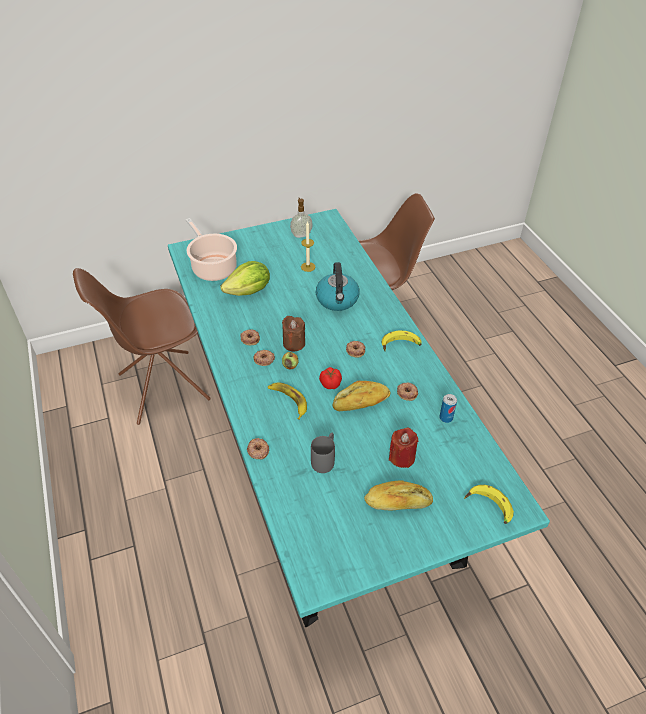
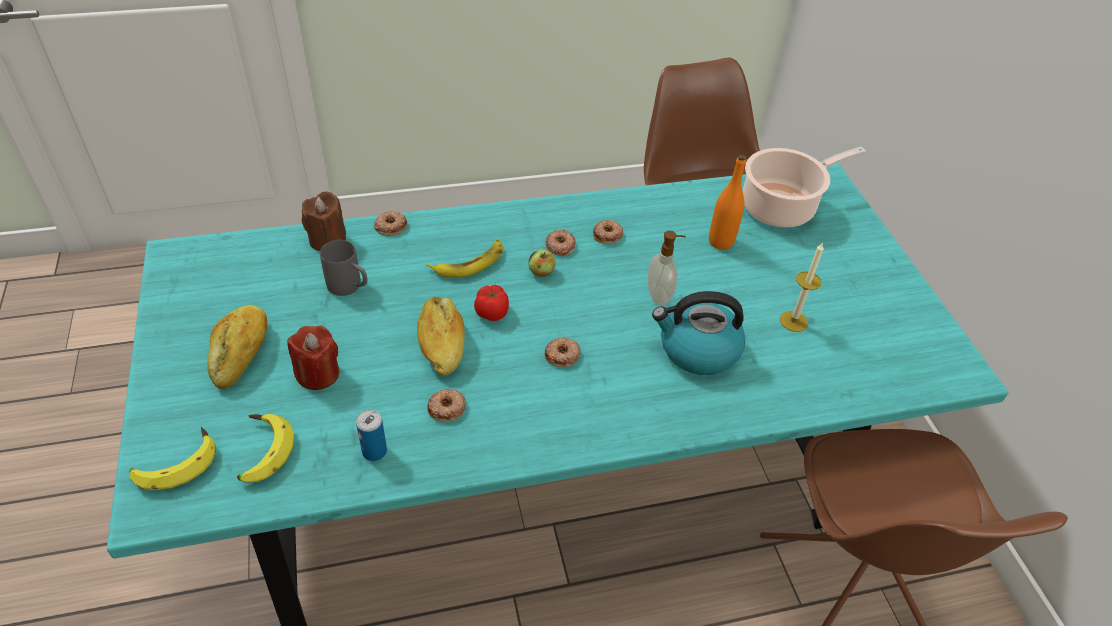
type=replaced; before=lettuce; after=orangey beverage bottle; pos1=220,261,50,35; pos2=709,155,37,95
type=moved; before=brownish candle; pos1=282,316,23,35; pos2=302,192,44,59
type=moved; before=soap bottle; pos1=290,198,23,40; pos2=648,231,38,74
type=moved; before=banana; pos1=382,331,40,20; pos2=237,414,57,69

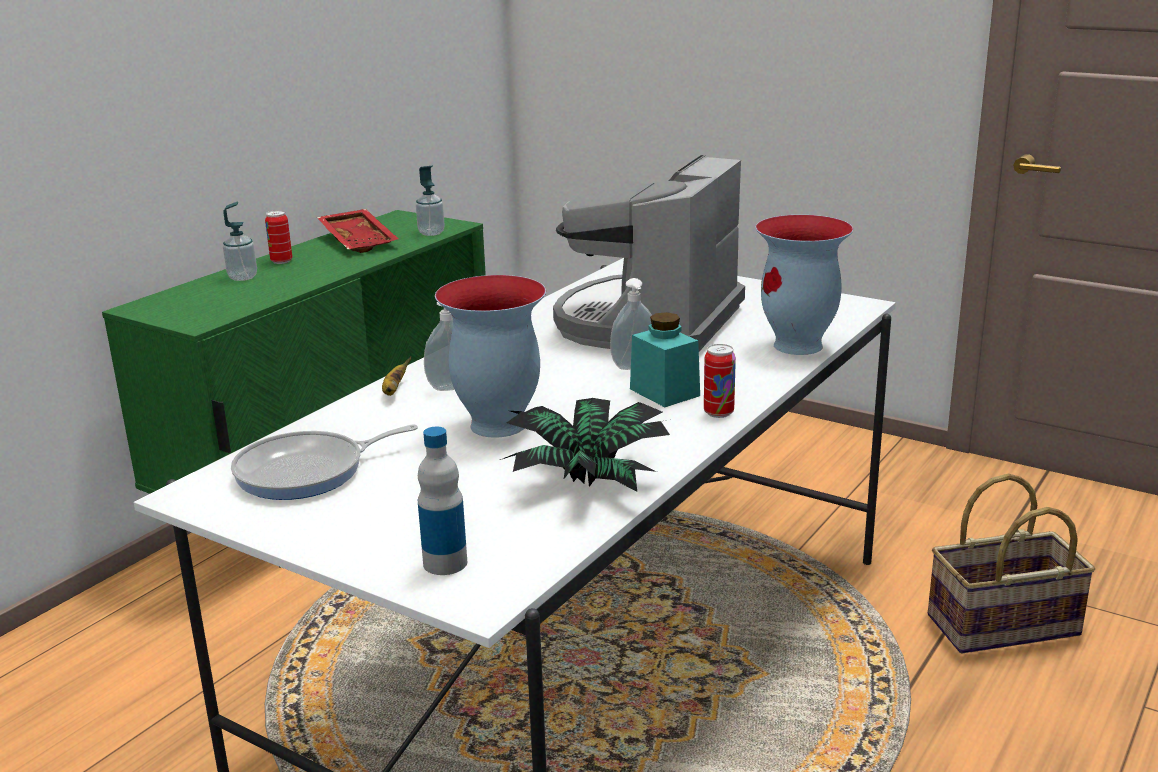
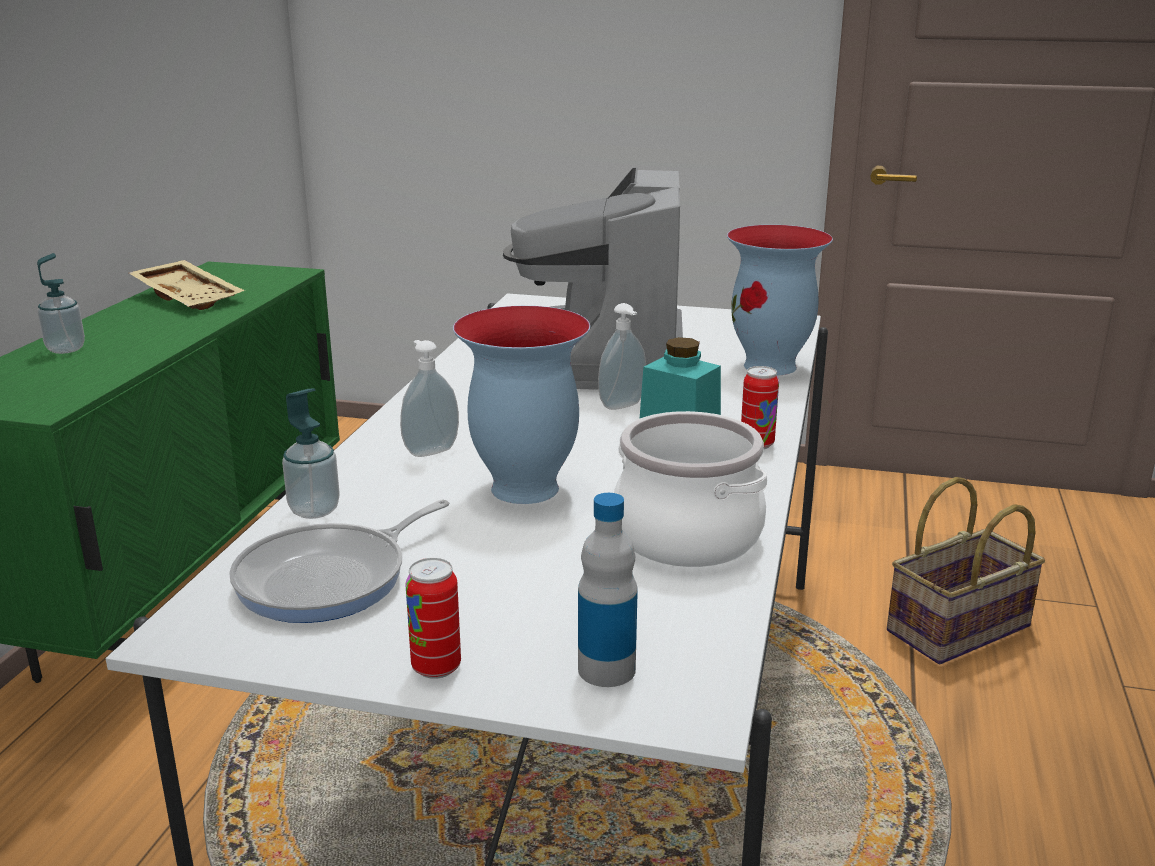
type=moved; before=sealed can; pos1=265,210,27,54; pos2=406,558,55,121
type=recoloured; before=red-coloured tray; after=sand-coloured tray; pos1=317,209,82,44; pos2=129,260,116,50
type=removed; before=banana; pos1=382,356,30,40
type=moved; before=soap bottle; pos1=416,166,29,70; pos2=282,389,58,130
type=replaced; before=potted plant; after=cooking pot; pos1=500,398,170,93; pos2=614,411,153,156

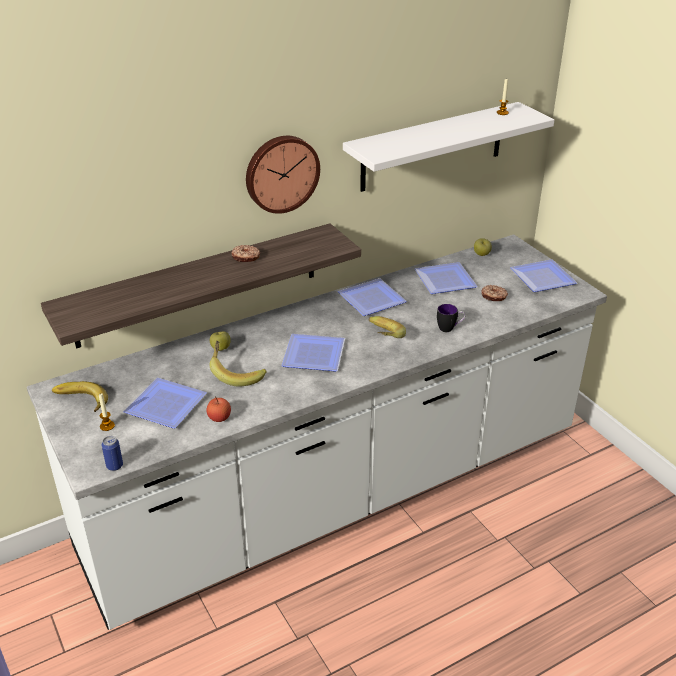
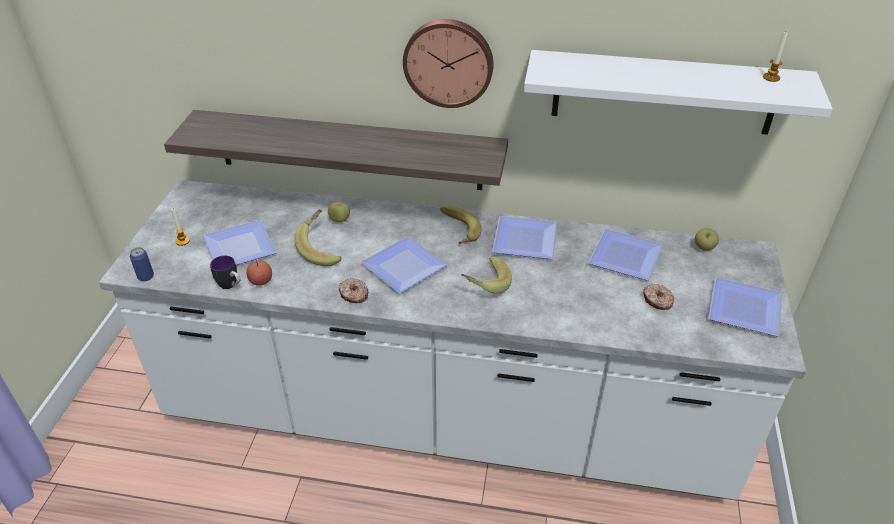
type=moved; before=banana; pos1=52,381,56,31; pos2=440,206,41,38
type=moved; before=donut; pos1=231,245,29,17; pos2=338,278,30,26
type=moved; before=coffee mug; pos1=437,304,28,28; pos2=210,256,30,33

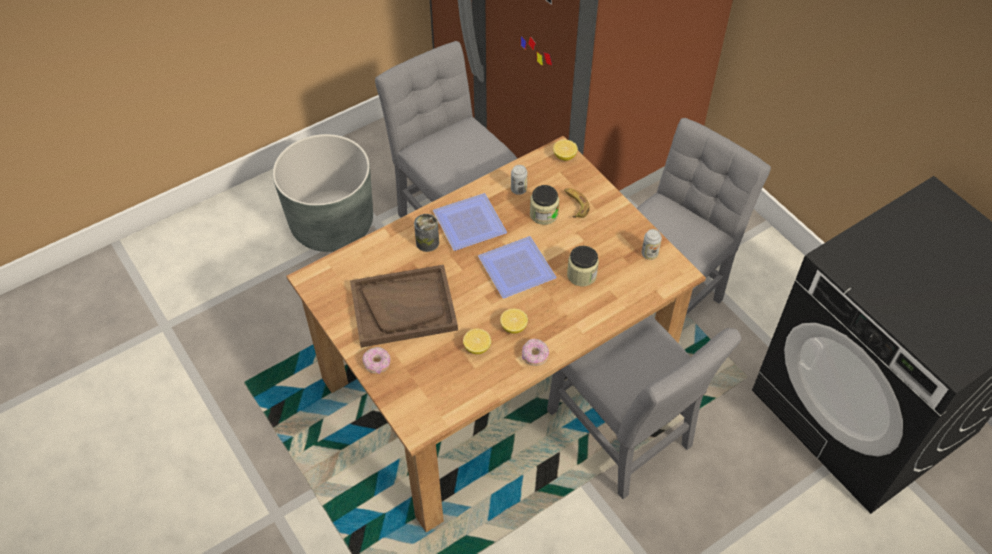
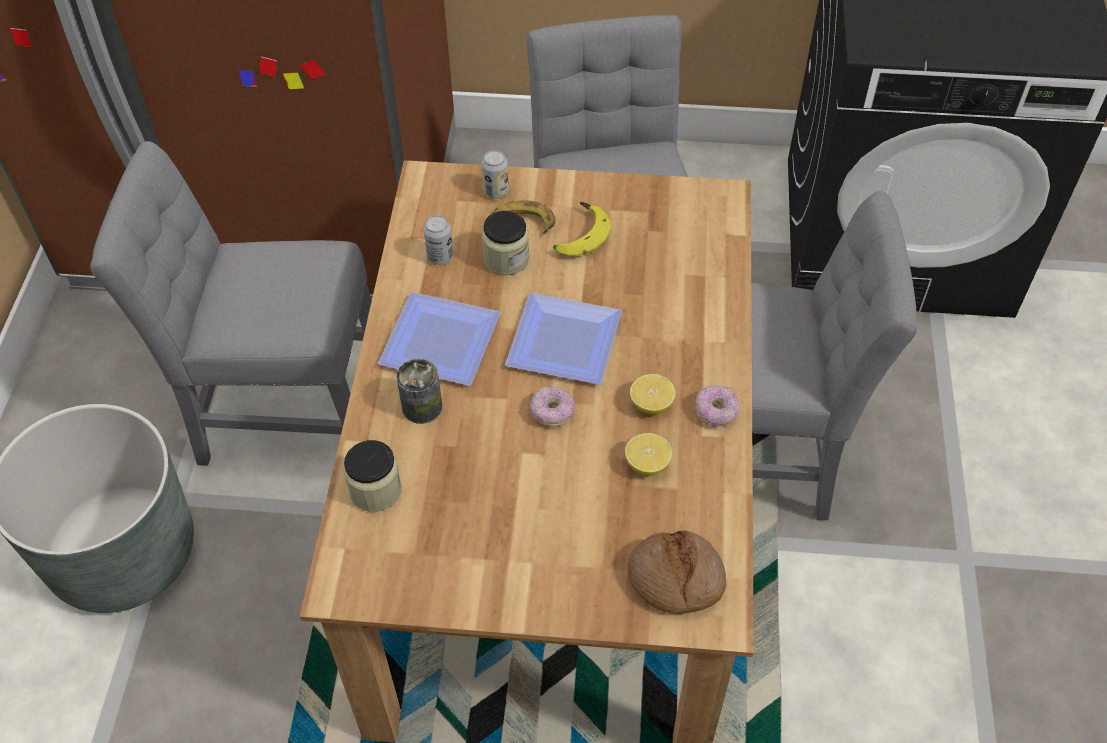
type=removed; before=brownish tray; pos1=350,265,108,83
type=moved; before=donut; pos1=362,347,29,27; pos2=530,386,45,41
type=removed; before=lemon; pos1=553,140,25,21
type=moved; before=preserve jar; pos1=567,246,32,40; pos2=343,440,59,72
type=moved; before=sealed can; pos1=642,229,20,31; pos2=482,150,27,49
type=added; after=banana; pos2=553,202,58,54
type=added; after=baked bread; pos2=628,530,98,84

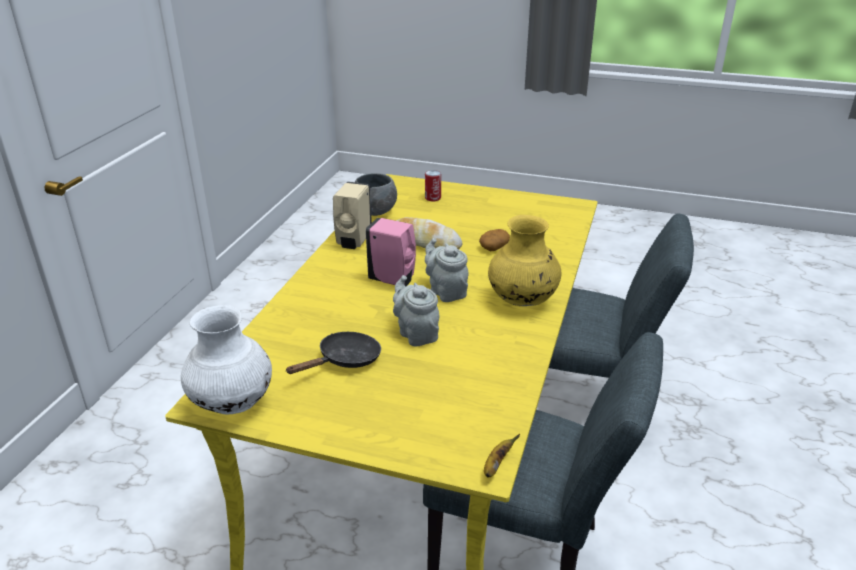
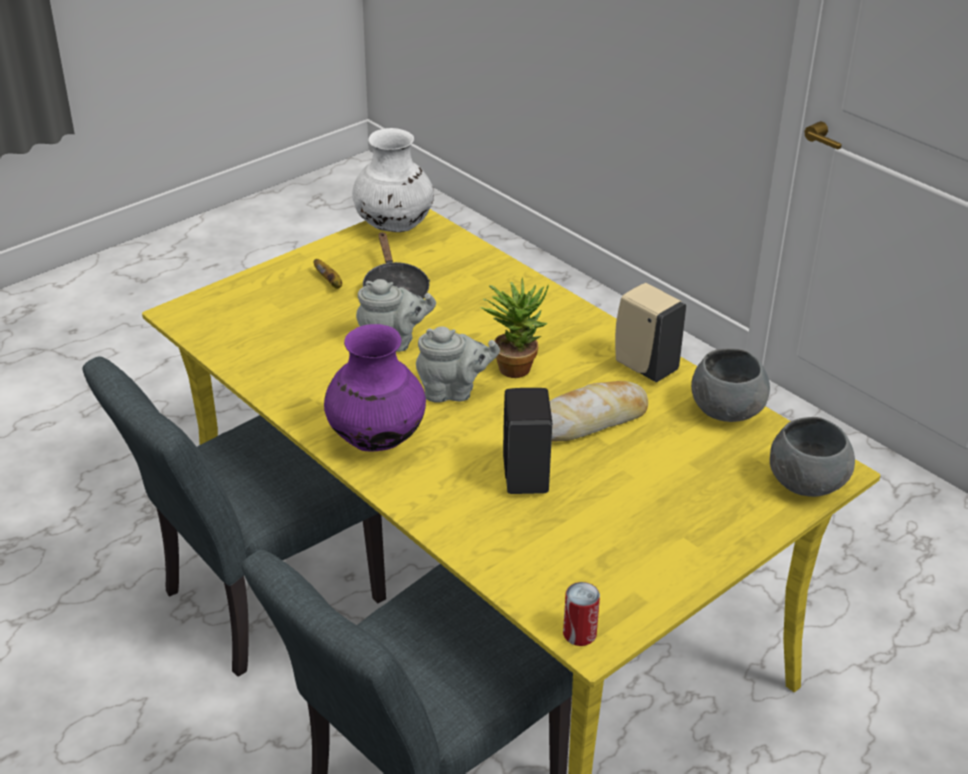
type=replaced; before=pinkish soap bottle; after=potted plant; pos1=366,218,50,69; pos2=480,278,69,100
type=moved; before=sealed can; pos1=425,170,16,31; pos2=563,582,37,64
type=replaced; before=whole potato; after=blackish soap bottle; pos1=479,229,31,22; pos2=503,388,49,106
type=moved; before=banana; pos1=484,434,36,44; pos2=314,259,28,30
type=recoloured; before=yellowish decorative vase; after=purple-coloured decorative vase; pos1=488,215,73,91; pos2=324,324,102,127
type=added; after=grey deep dish; pos2=770,417,85,80

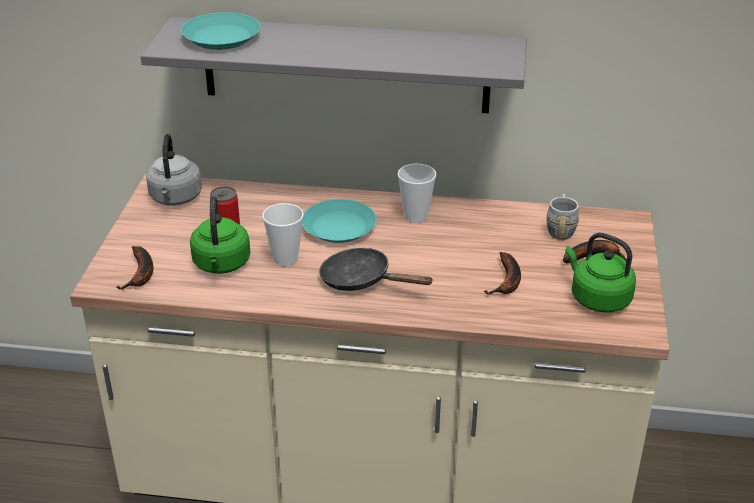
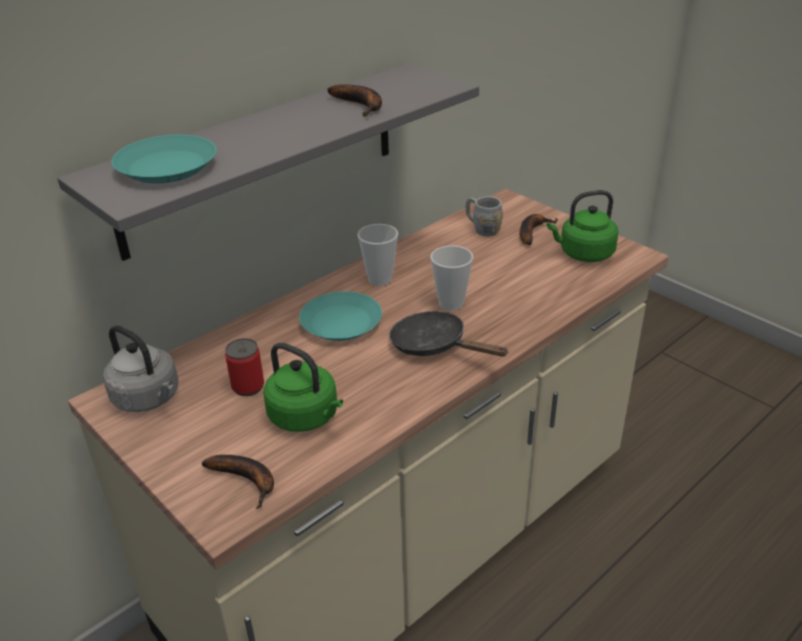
type=moved; before=cup; pos1=262,203,42,63; pos2=431,246,42,65
type=turned; before=blackish skillet; pos1=319,248,114,43; pos2=389,311,120,46; turn=60
type=moved; before=banana; pos1=484,252,37,43; pos2=327,84,55,33

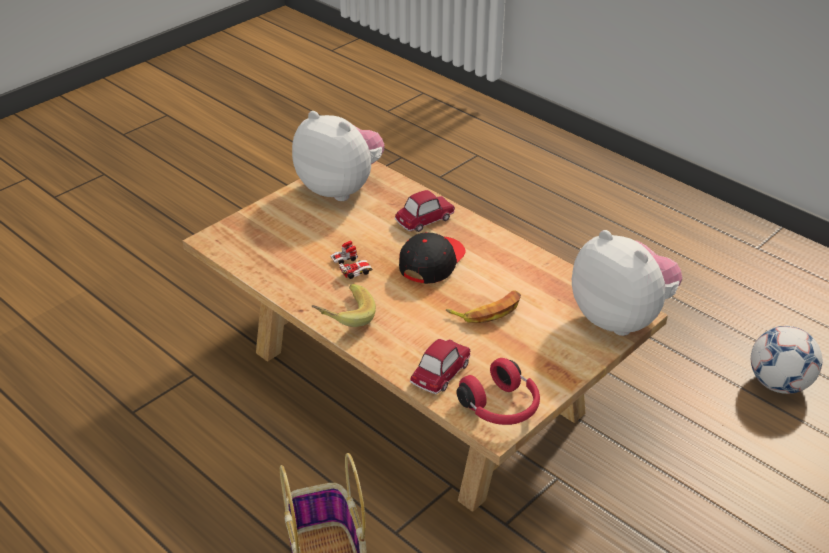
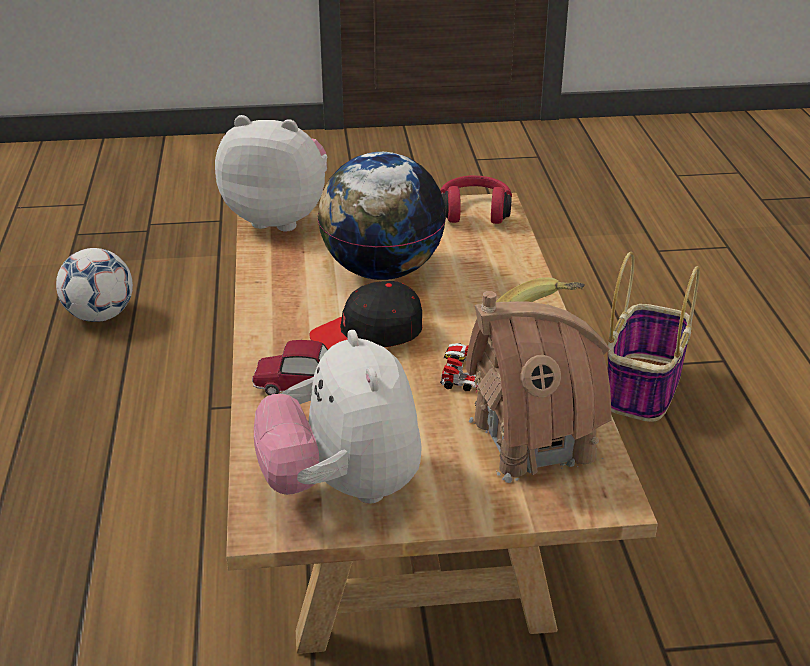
type=removed; before=model car; pos1=410,339,60,55
type=replaced; before=banana; after=desk globe; pos1=446,290,75,33; pos2=318,152,128,128
type=turned; before=plush toy; pos1=572,230,110,106; pos2=215,115,112,116; turn=105
type=added; after=model house; pos2=466,291,146,192

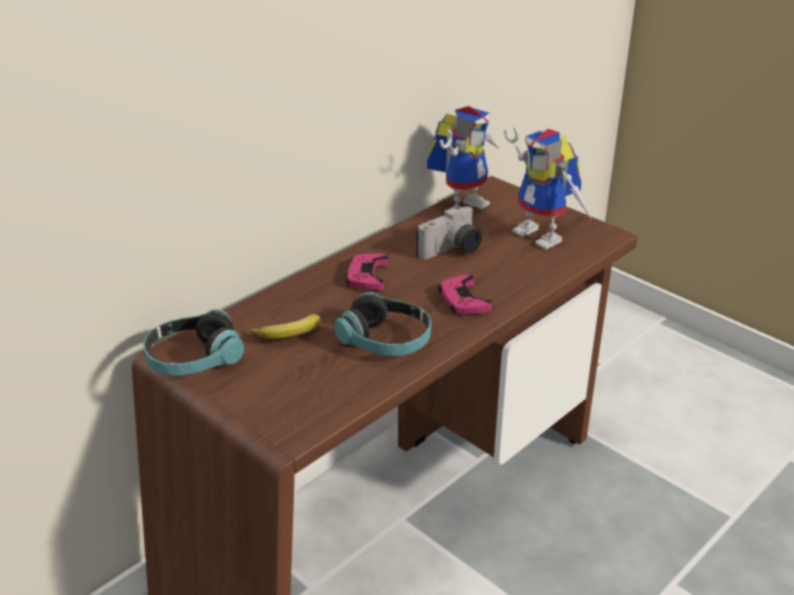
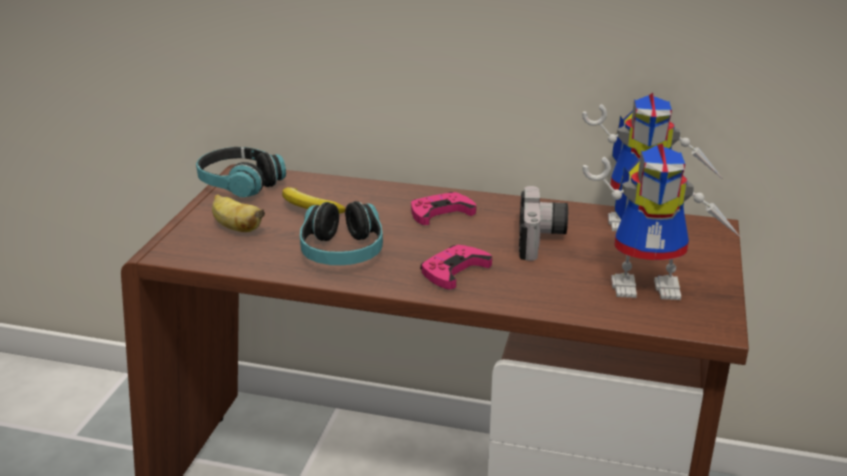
type=turned; before=still camera; pos1=416,206,66,53; pos2=519,186,49,75; turn=-105
type=turned; before=model robot; pos1=504,127,87,123; pos2=583,143,158,157; turn=-105
type=added; after=banana; pos2=212,194,53,38

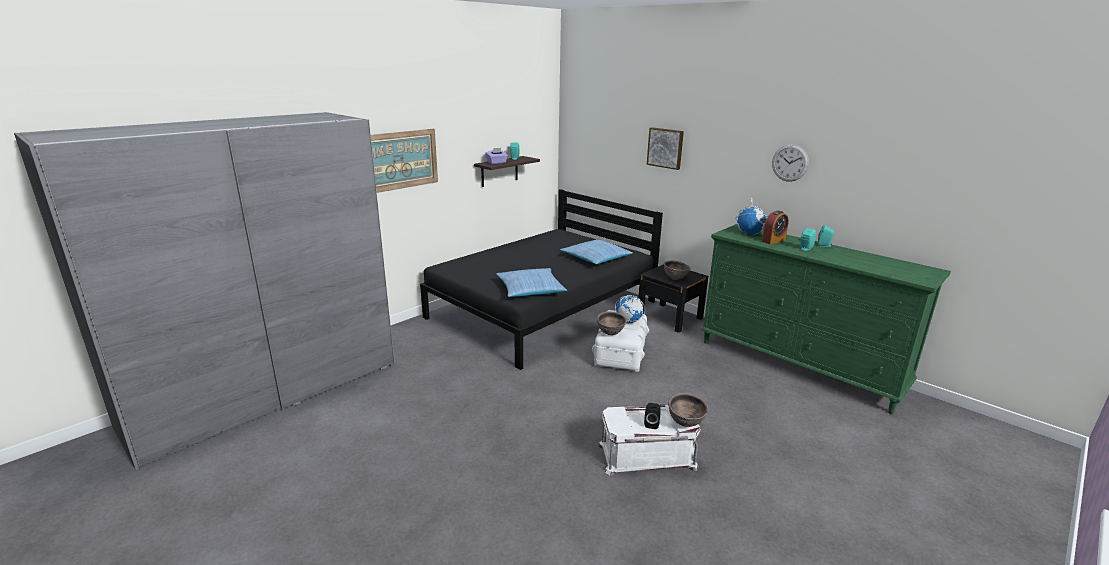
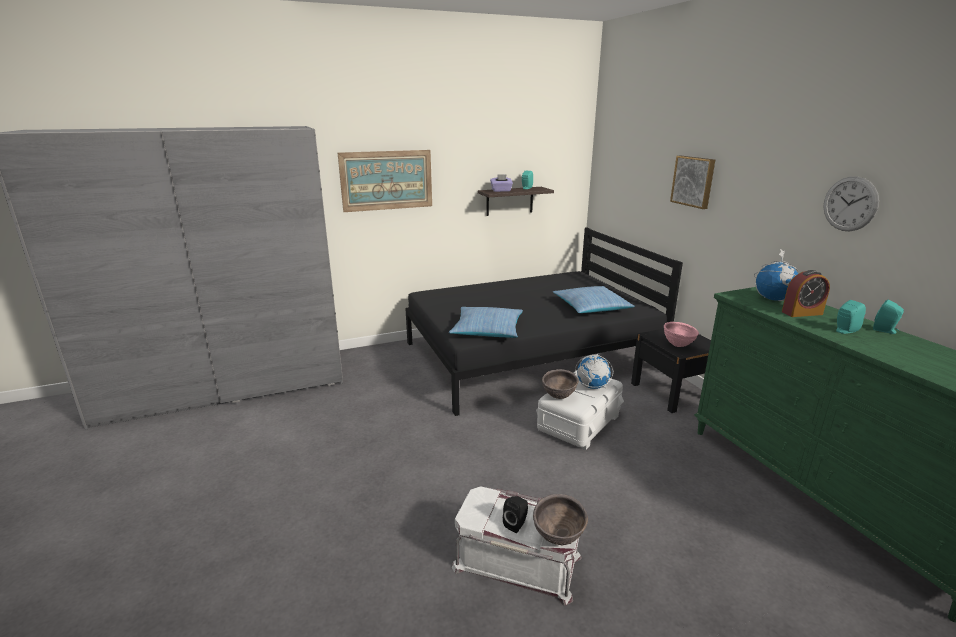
type=recoloured; before=brownish deep dish; after=pinkish deep dish; pos1=664,261,26,19; pos2=664,322,35,25

